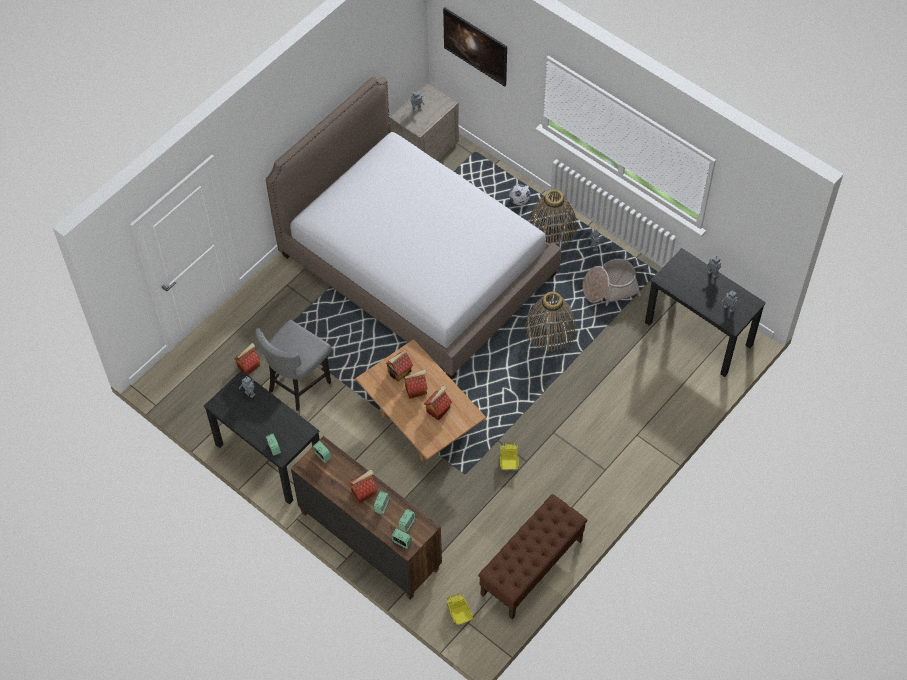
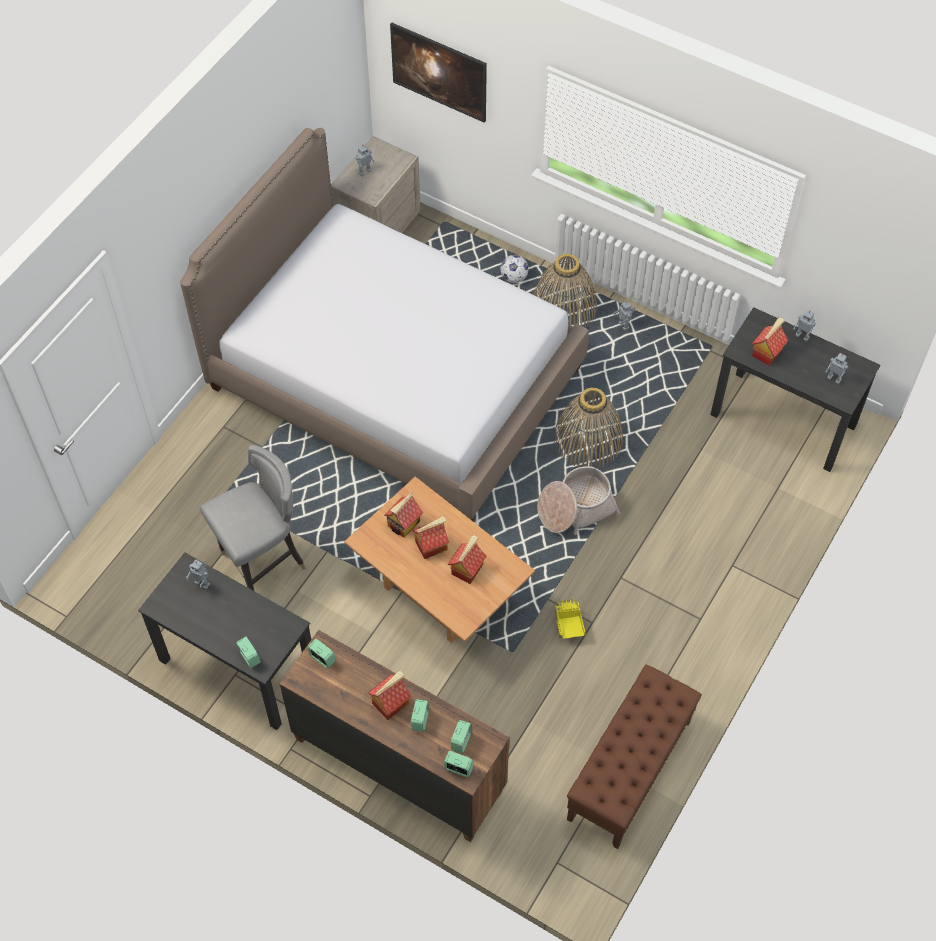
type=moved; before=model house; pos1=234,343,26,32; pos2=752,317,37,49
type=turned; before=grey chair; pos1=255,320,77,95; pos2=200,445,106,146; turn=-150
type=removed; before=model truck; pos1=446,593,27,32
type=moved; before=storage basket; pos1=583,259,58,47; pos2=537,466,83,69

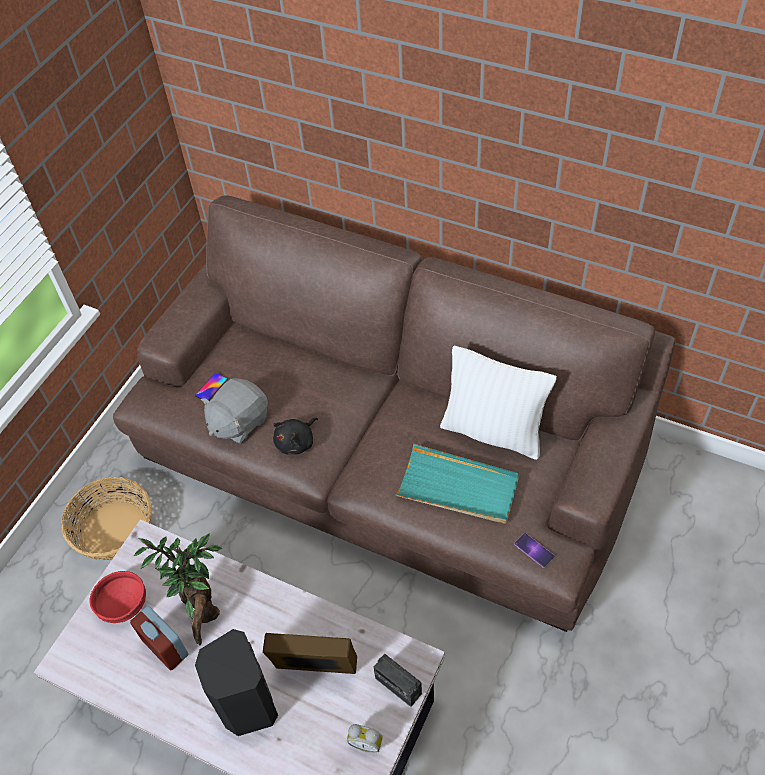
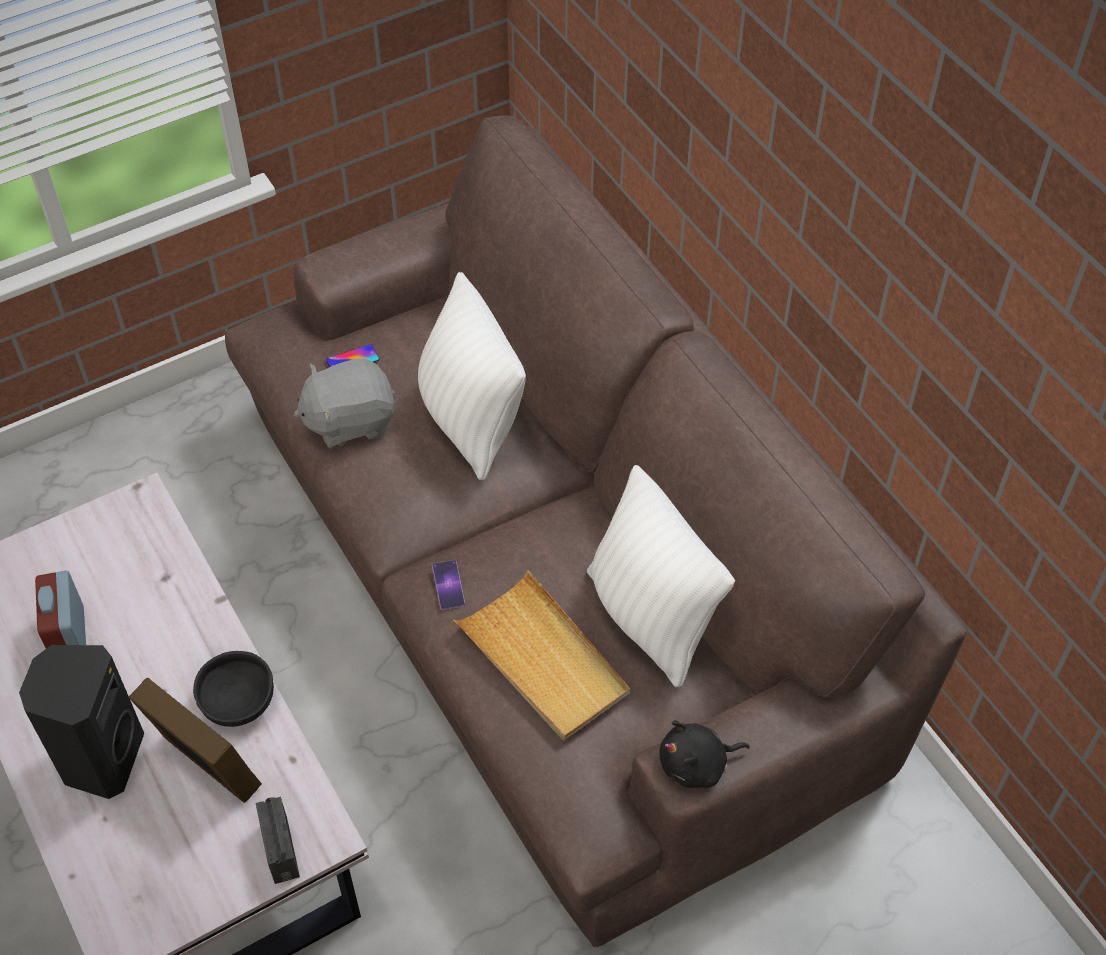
type=removed; before=storage basket; pos1=61,477,91,83
type=removed; before=red-coloured deep dish; pos1=89,571,57,52
type=removed; before=potted plant; pos1=134,534,88,111
type=moved; before=blackish plush toy; pos1=273,417,45,38; pos2=659,720,91,68
type=removed; before=table clock; pos1=347,724,36,29
type=recoloured; before=blue-green tray; after=sand-coloured tray; pos1=396,444,123,79; pos2=453,570,177,170
type=moved; before=phone; pos1=514,533,41,35; pos2=432,560,33,50
type=added; after=blackish deep dish; pos2=193,651,81,76
type=added; after=white pillow; pos2=418,272,108,208

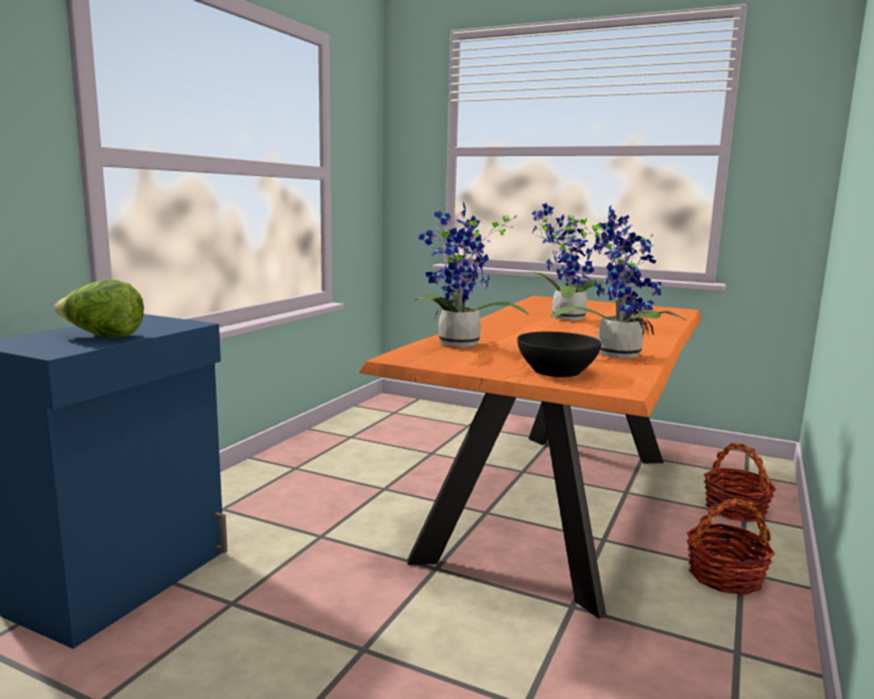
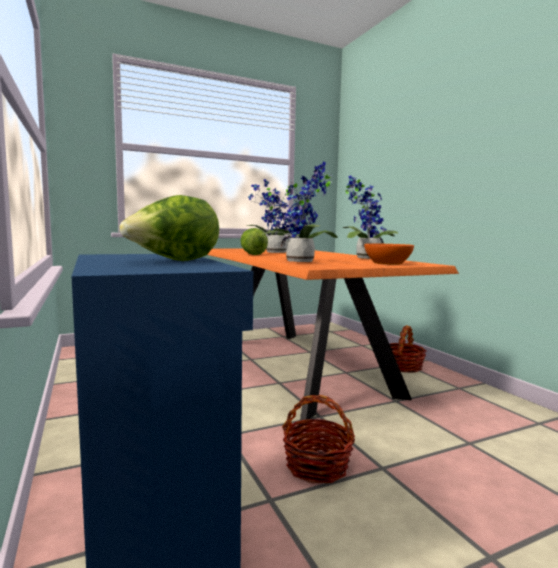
type=recoloured; before=blackish deep dish; after=orangey deep dish; pos1=517,332,85,45; pos2=364,243,50,22
type=moved; before=storage basket; pos1=704,443,72,79; pos2=282,395,73,89
type=added; after=lettuce; pos2=240,228,28,27

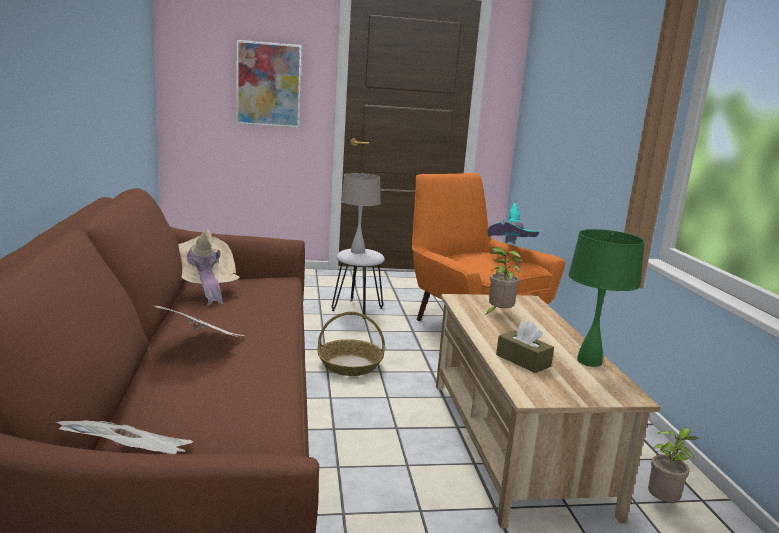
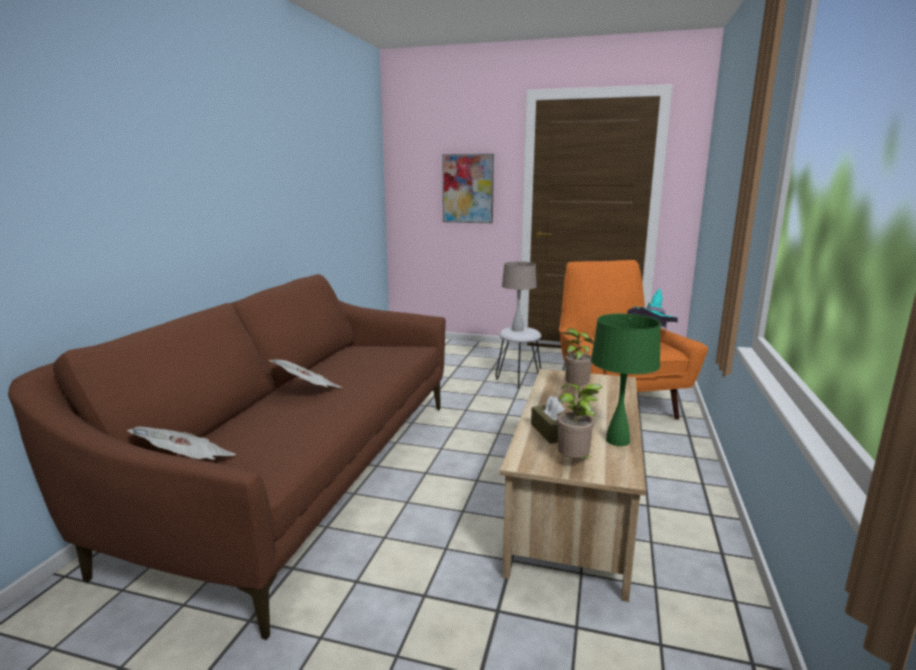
type=removed; before=sand-coloured hat; pos1=178,230,62,76
type=removed; before=storage basket; pos1=318,312,67,64
type=moved; before=potted plant; pos1=648,428,50,74; pos2=557,384,45,75

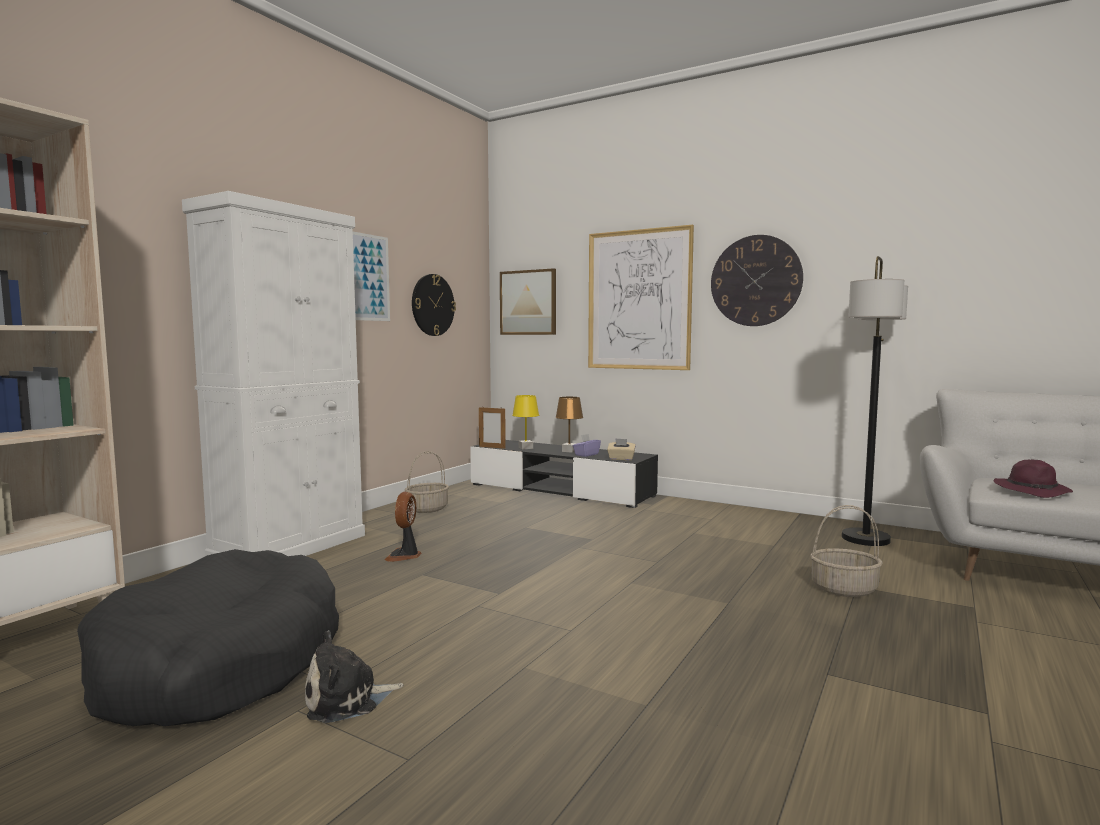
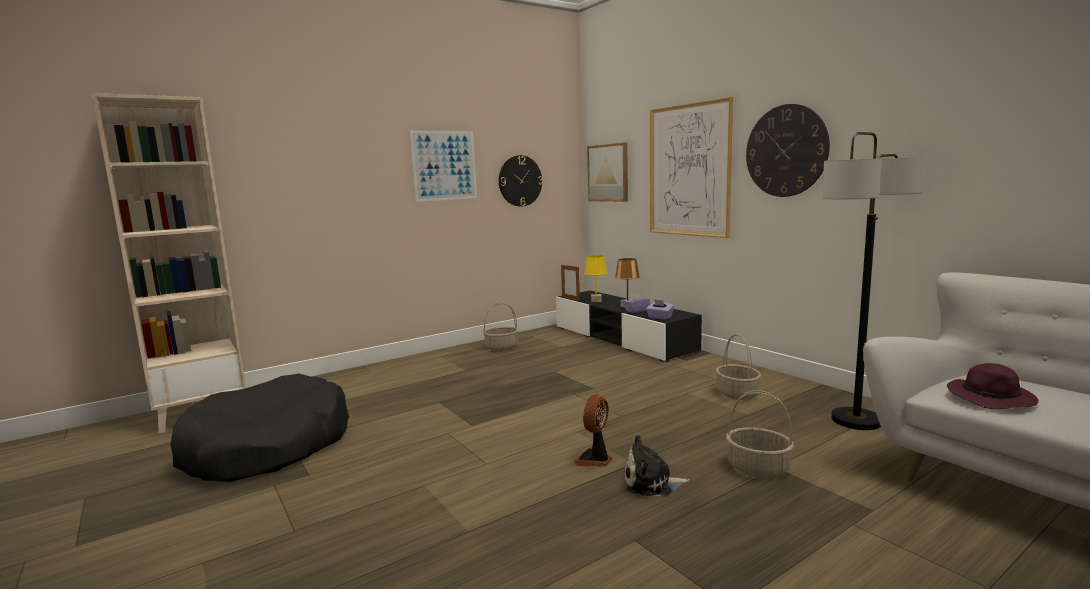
type=removed; before=white cupboard; pos1=182,191,183,365
type=moved; before=plush toy; pos1=305,630,99,93; pos2=625,435,65,61
type=moved; before=fan; pos1=385,492,37,70; pos2=573,394,39,72
type=recoloured; before=sand-coloured tissue box; after=purple-coloured tissue box; pos1=607,438,29,23; pos2=646,299,28,21
type=added; after=storage basket; pos2=715,334,46,66

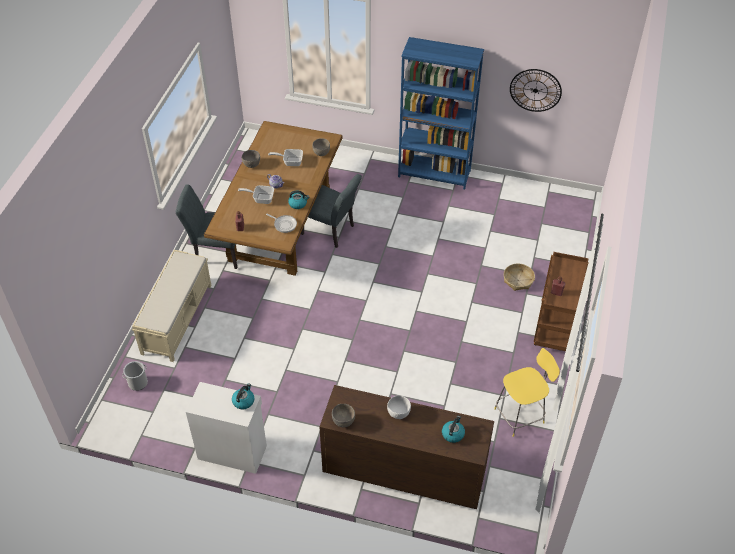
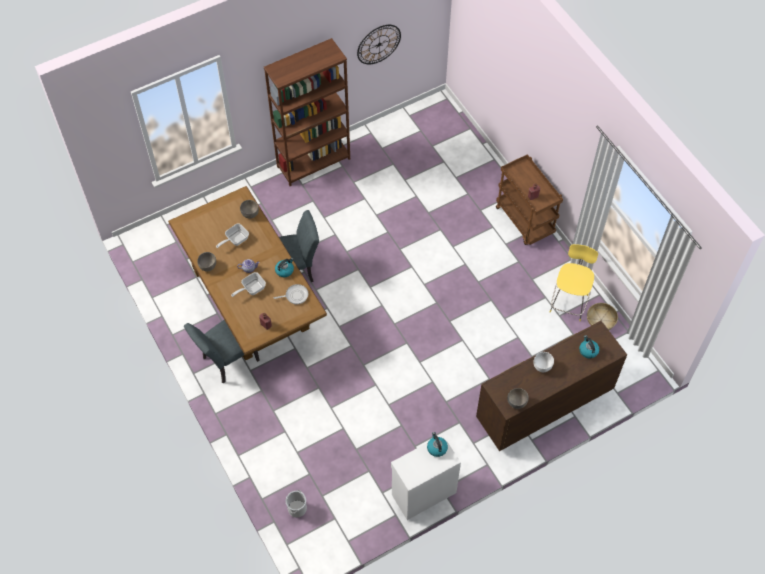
type=removed; before=sand-coloured indoor bench; pos1=132,250,79,112
type=recoloured; before=blue bookshelf; after=brownish bookshelf; pos1=398,37,86,152; pos2=264,38,86,148
type=moved; before=storage basket; pos1=504,263,31,28; pos2=587,303,31,27

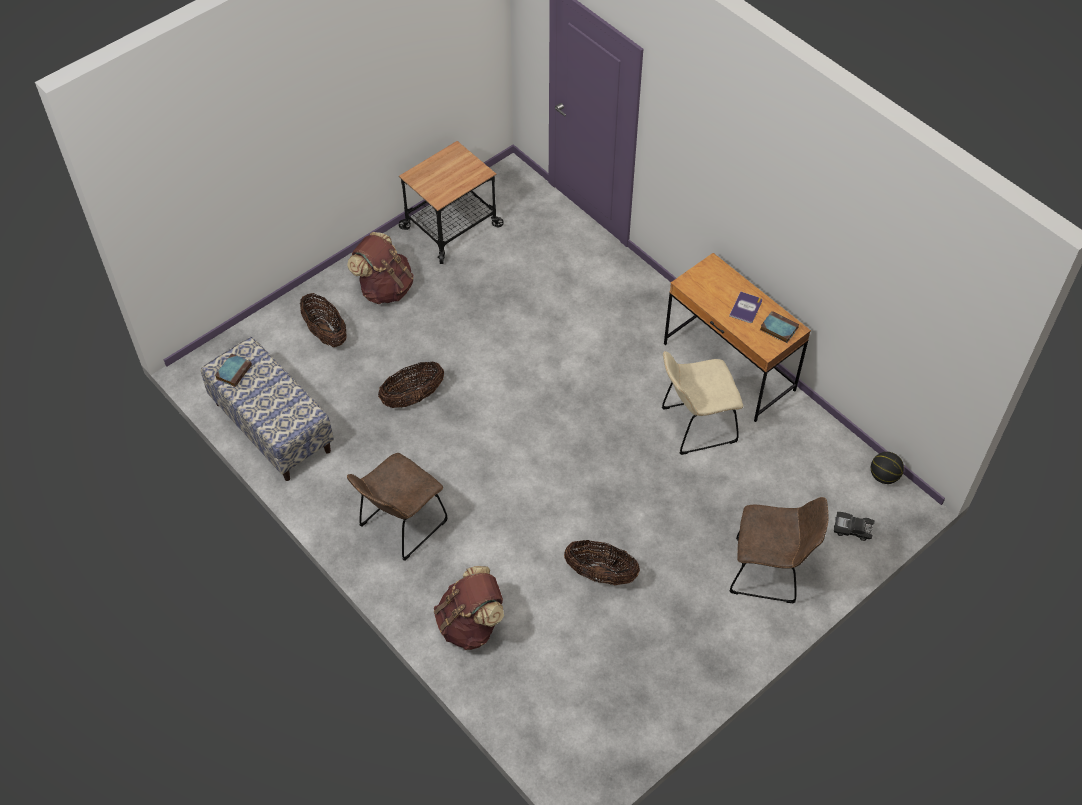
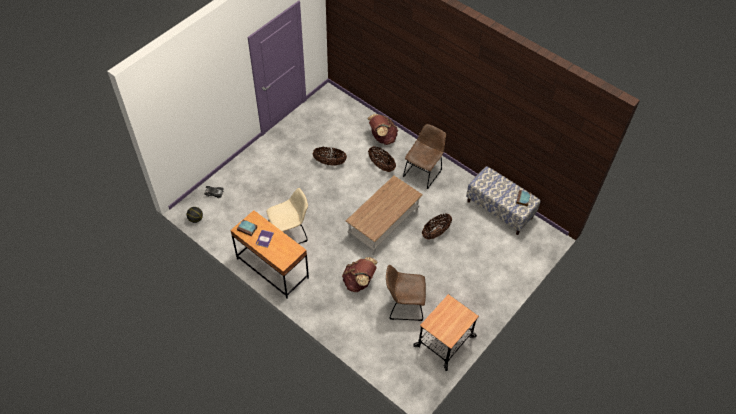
type=moved; before=storage basket; pos1=300,293,47,54; pos2=368,146,28,26
type=moved; before=brownish backpack; pos1=347,232,67,72; pos2=342,257,35,35
type=moved; before=brownish chair; pos1=730,497,99,107; pos2=386,265,40,56
type=added; after=brownish lounge table; pos2=346,176,77,79

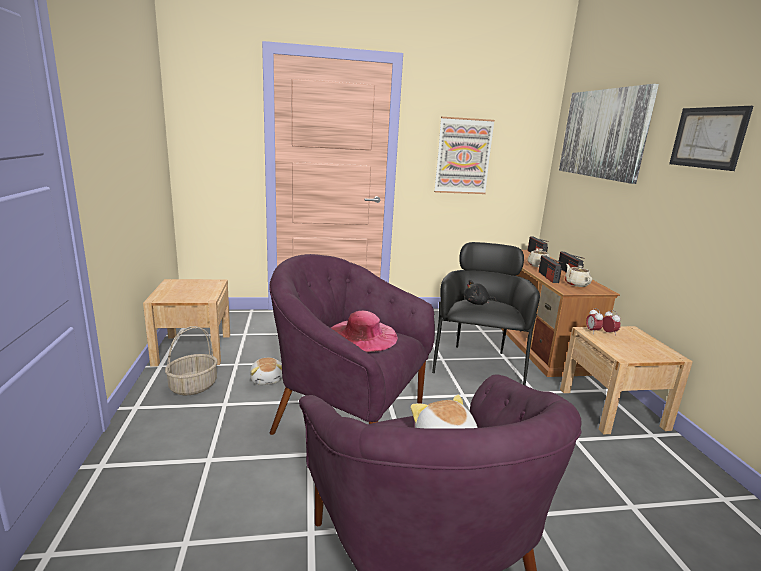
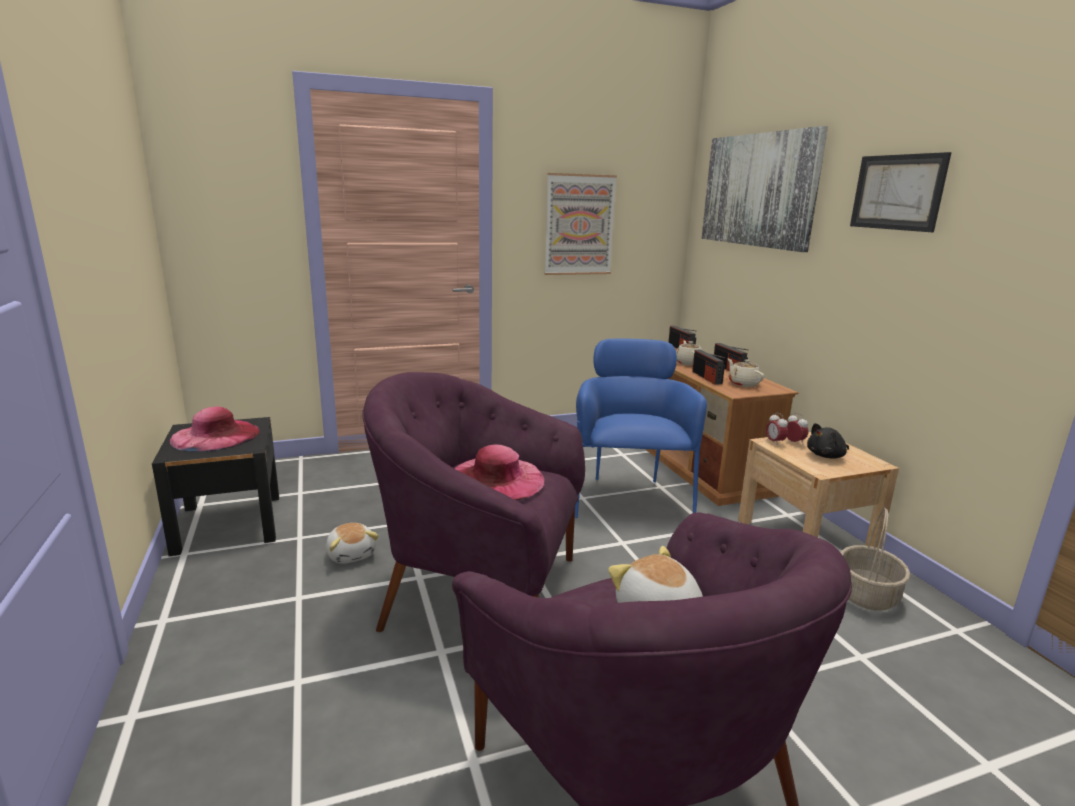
type=recoloured; before=sand-coloured bedside table; after=blackish bedside table; pos1=143,279,87,88; pos2=152,417,127,139
type=moved; before=storage basket; pos1=165,326,53,69; pos2=840,508,70,103
type=recoloured; before=blackish lounge chair; after=blue lounge chair; pos1=432,242,108,143; pos2=575,338,132,180
type=moved; before=blackish plush toy; pos1=464,280,32,25; pos2=807,423,42,36
type=added; after=pinkish hat; pos2=169,407,91,45

